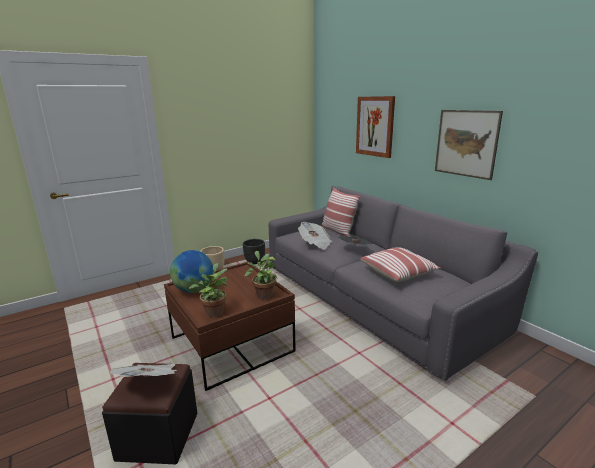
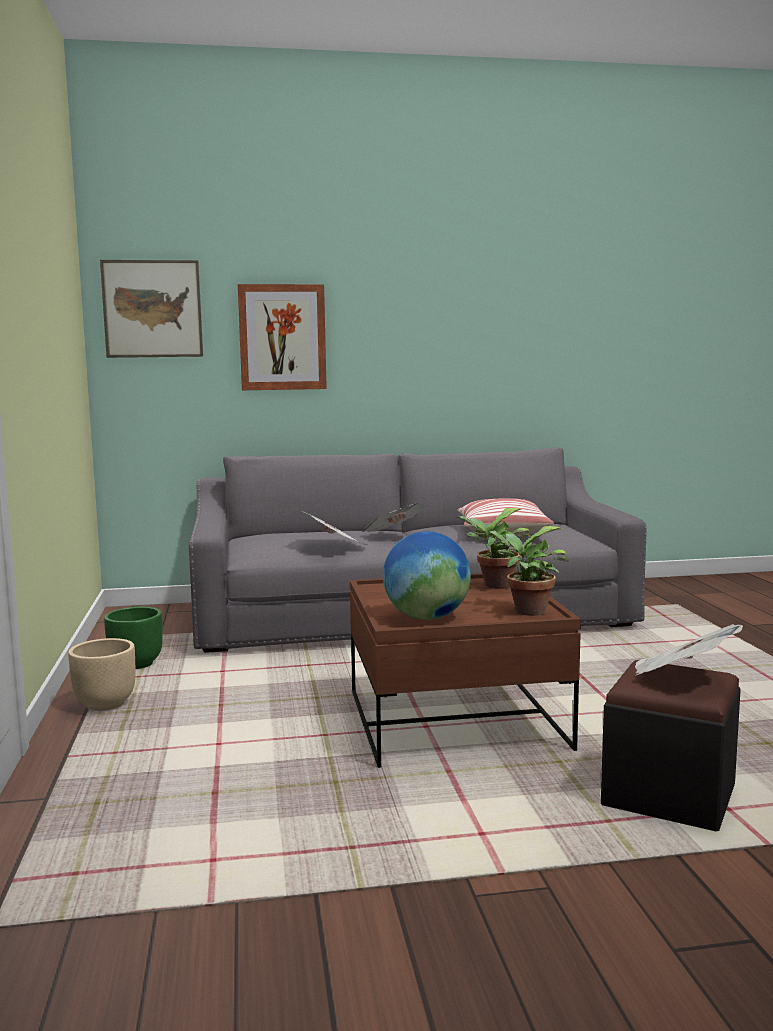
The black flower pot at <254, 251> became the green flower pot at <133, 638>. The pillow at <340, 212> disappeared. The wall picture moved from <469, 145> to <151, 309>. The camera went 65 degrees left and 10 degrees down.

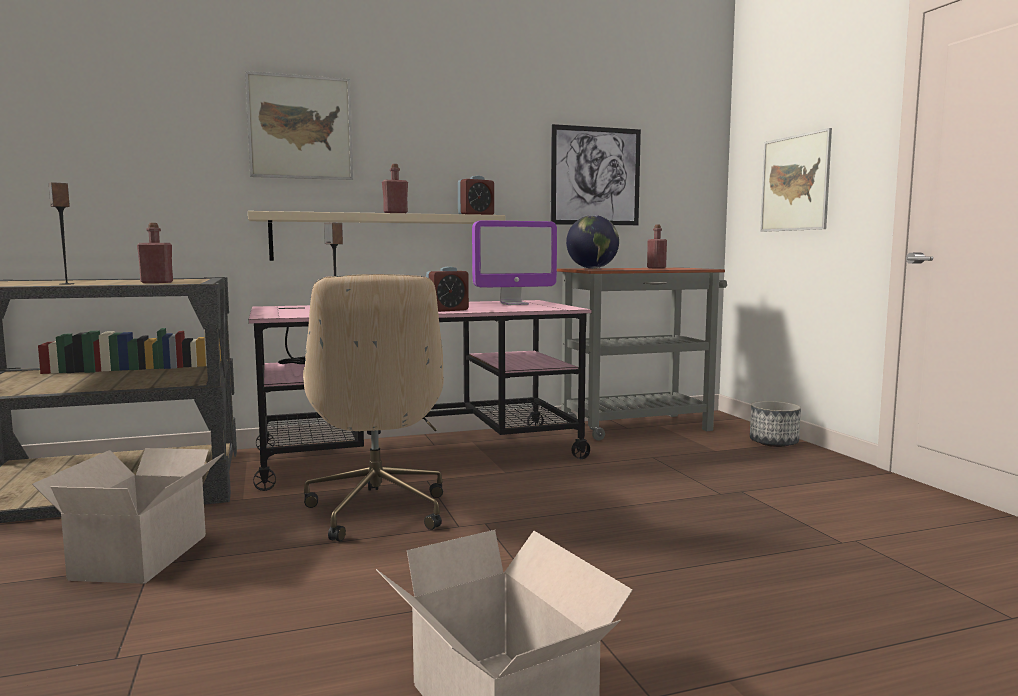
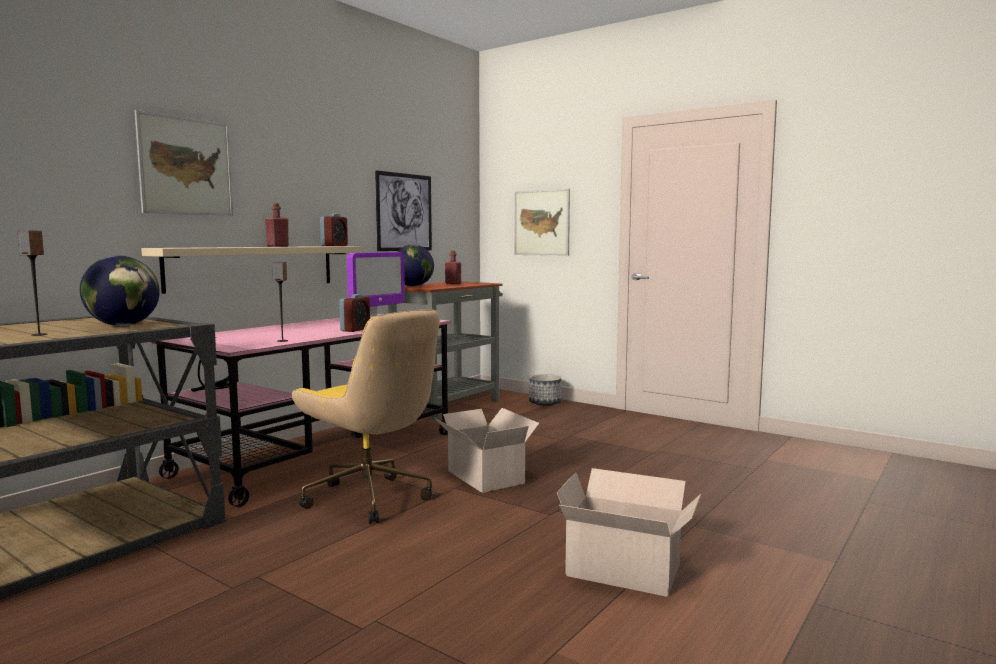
The cardboard box moved from <128, 516> to <486, 450>. The red-coloured drink bottle at <155, 253> was replaced by the desk globe at <120, 290>. The grey desk chair at <373, 407> became the yellow-coloured desk chair at <366, 417>. The camera went 35 degrees left and 0 degrees up.

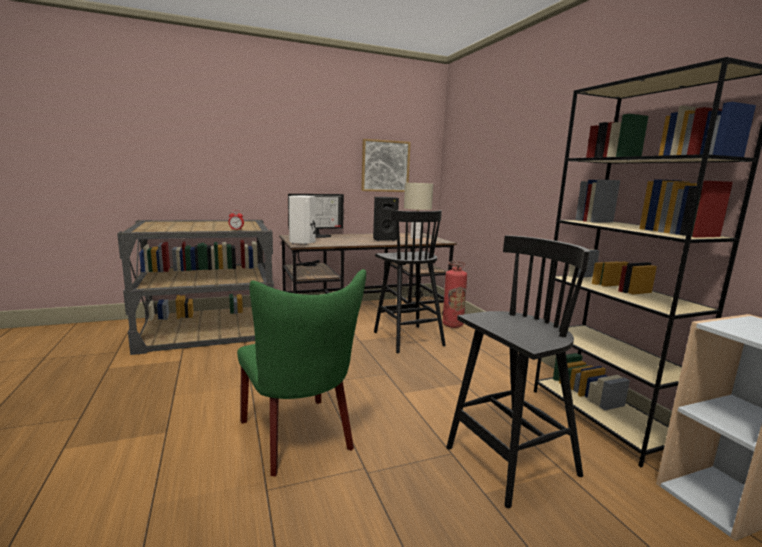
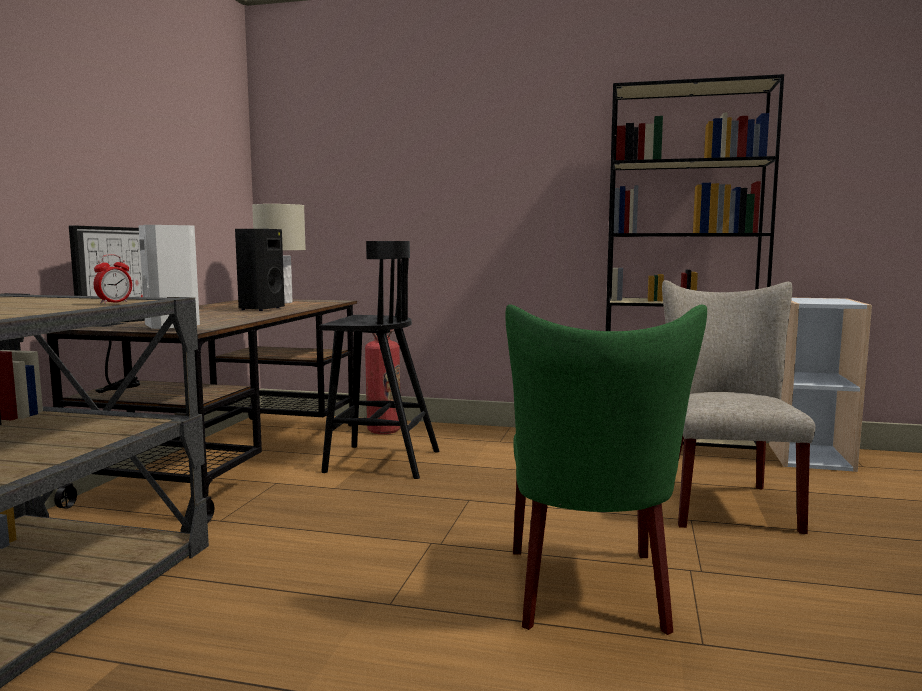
The green upright chair at <301, 373> turned 90 degrees clockwise. The wall picture at <386, 165> disappeared. The black stool at <518, 371> was replaced by the beige upright chair at <738, 407>. The camera went 55 degrees left and 5 degrees down.

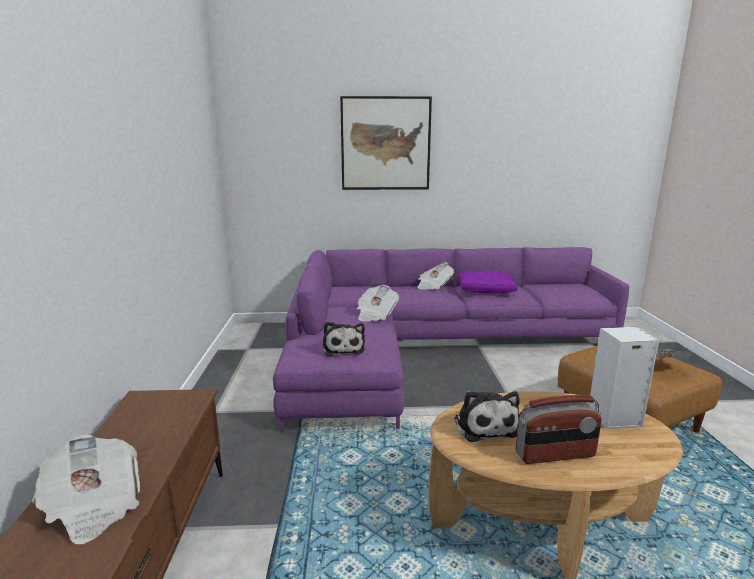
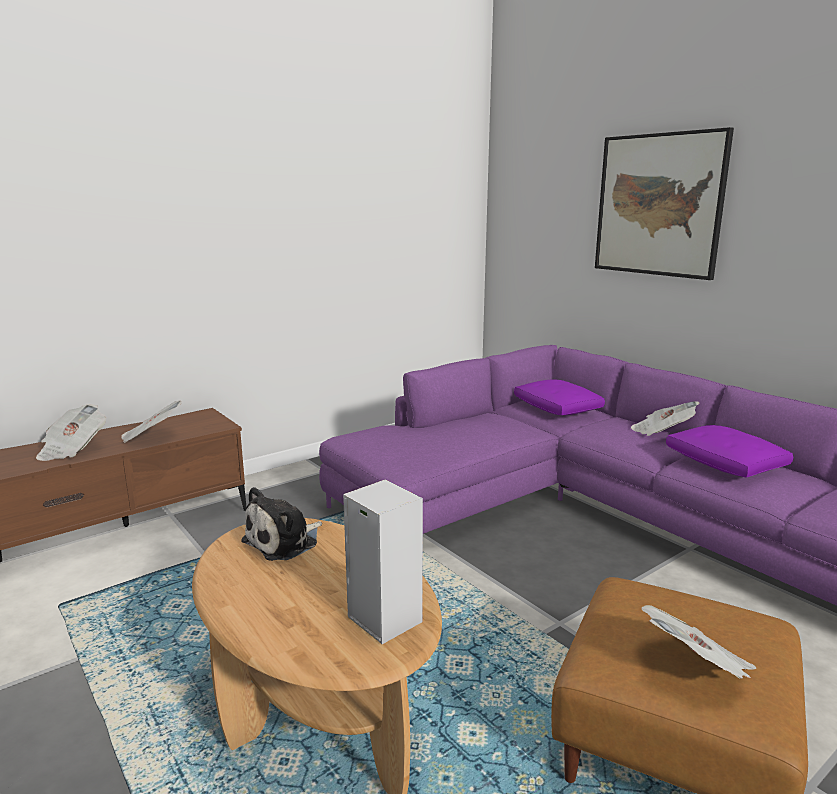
The soft toy at <344, 339> disappeared. The daily paper moved from <378, 303> to <152, 421>. The radio set at <559, 429> disappeared. The purplish pillow at <559, 397> appeared. The camera went 55 degrees right and 0 degrees up.

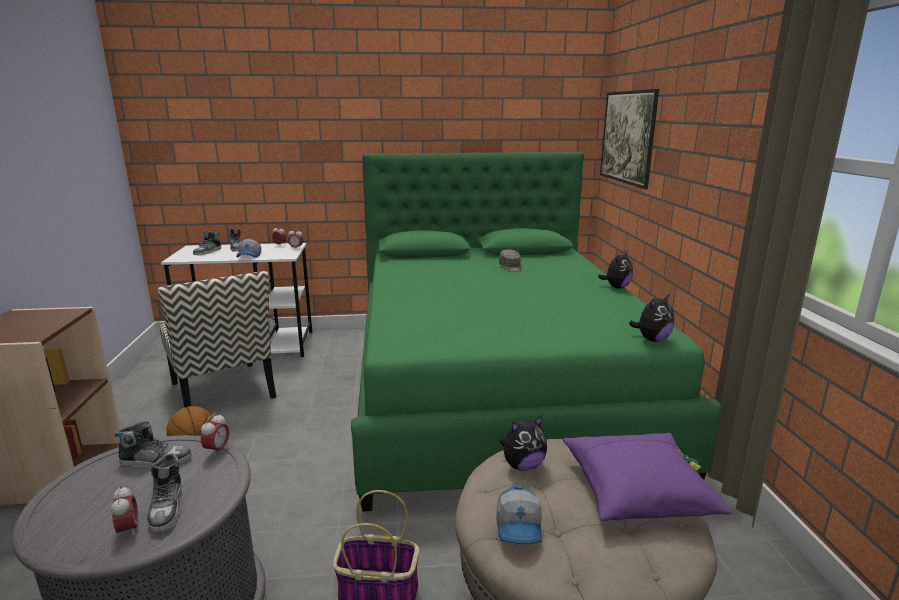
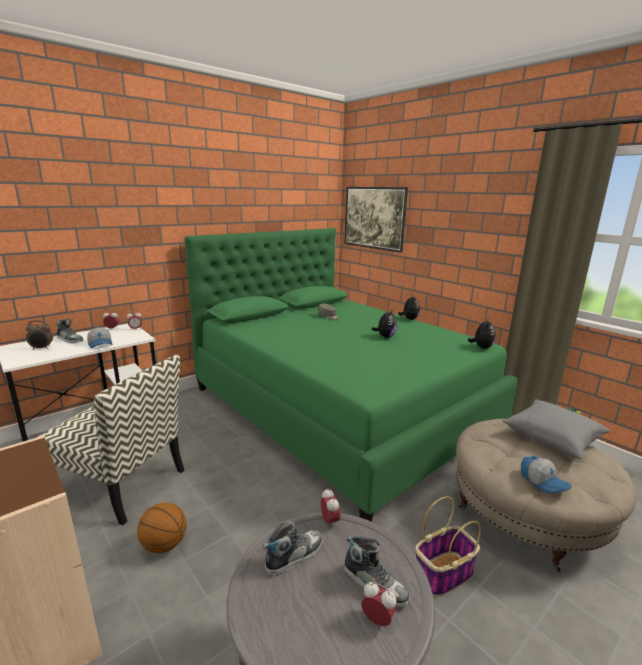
The item of footwear at <207, 243> was replaced by the bedside clock at <39, 335>. The soft toy moved from <523, 443> to <384, 323>. The purplish pillow at <647, 477> became the grey pillow at <556, 429>. The camera went 35 degrees left and 0 degrees up.

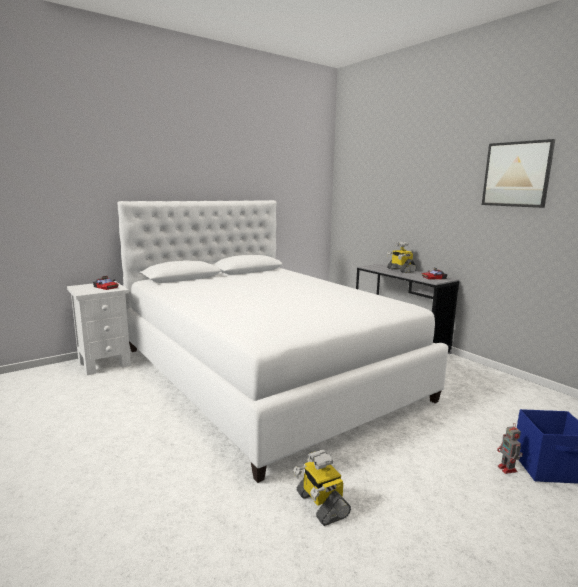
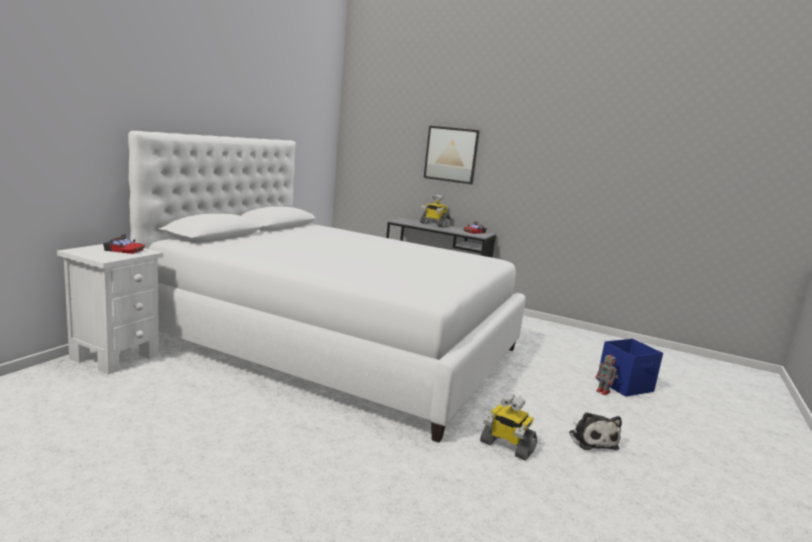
The wall picture moved from <518, 173> to <452, 155>. The soft toy at <595, 431> appeared. The camera went 30 degrees left and 0 degrees up.

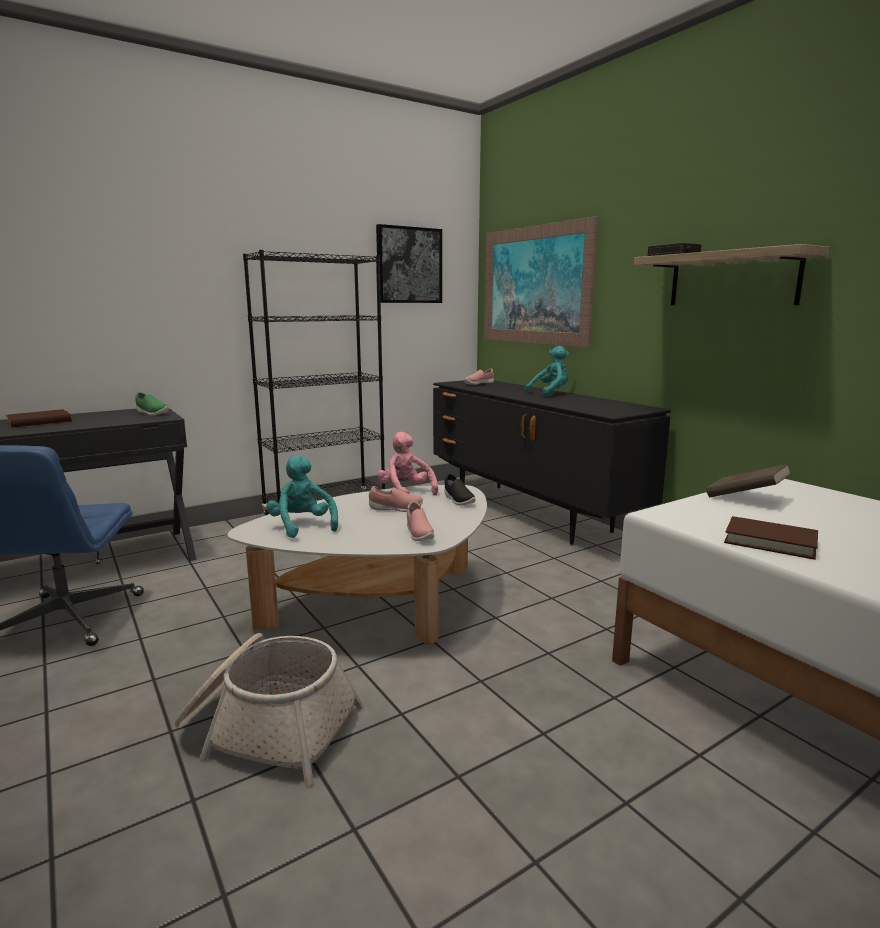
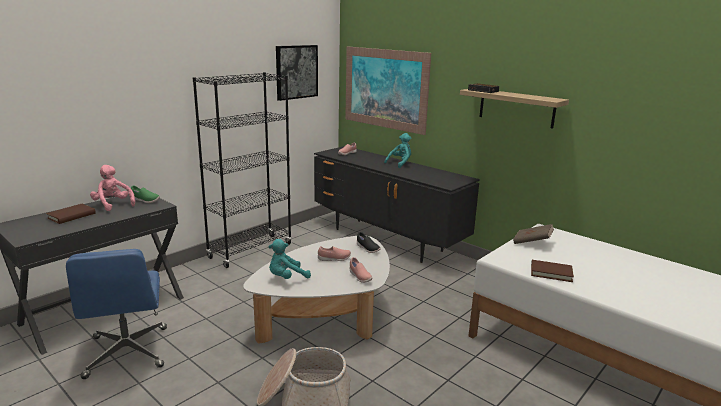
The turquoise soft toy at <302, 496> turned 75 degrees counterclockwise. The pink soft toy moved from <407, 464> to <112, 188>. The camera went 15 degrees left and 5 degrees up.

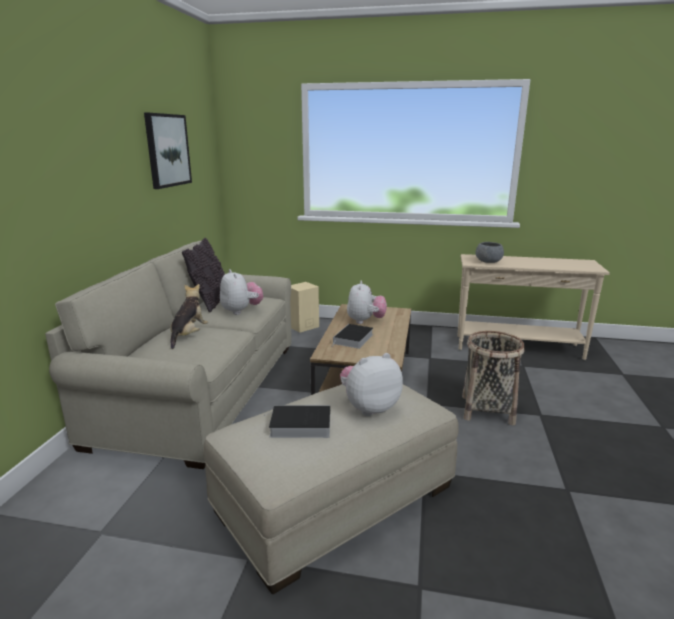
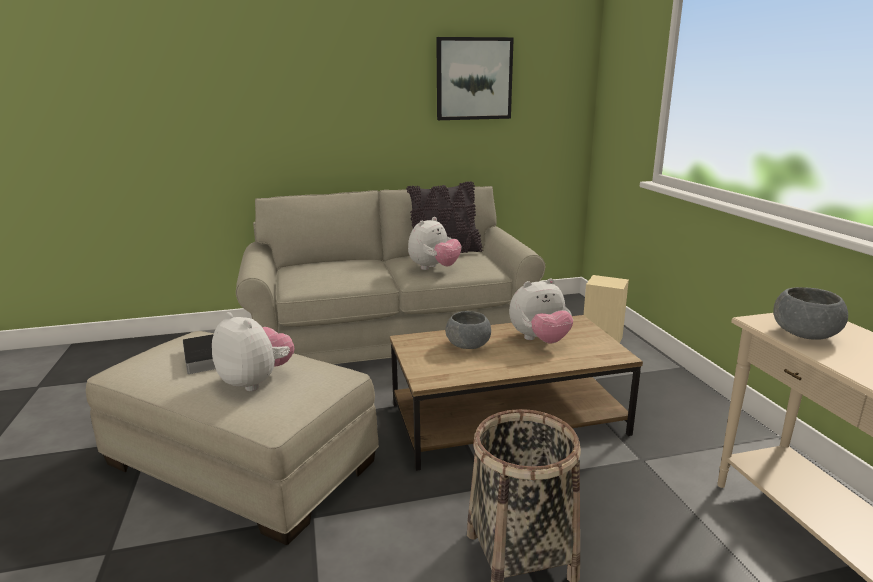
The soft toy at <189, 316> disappeared. The book at <352, 336> was replaced by the grey serving bowl at <468, 330>. The camera went 65 degrees right and 0 degrees up.

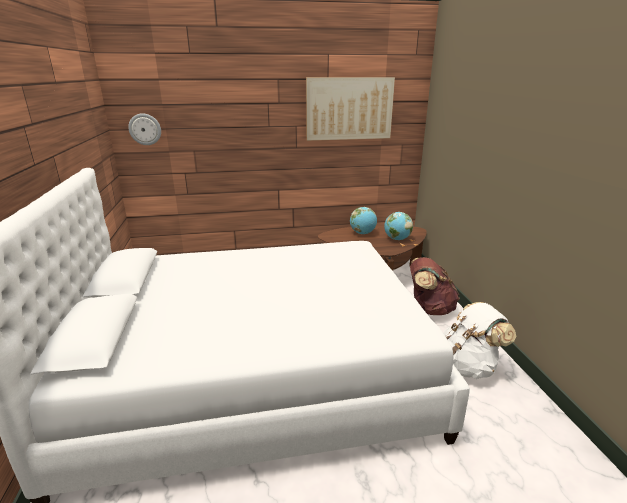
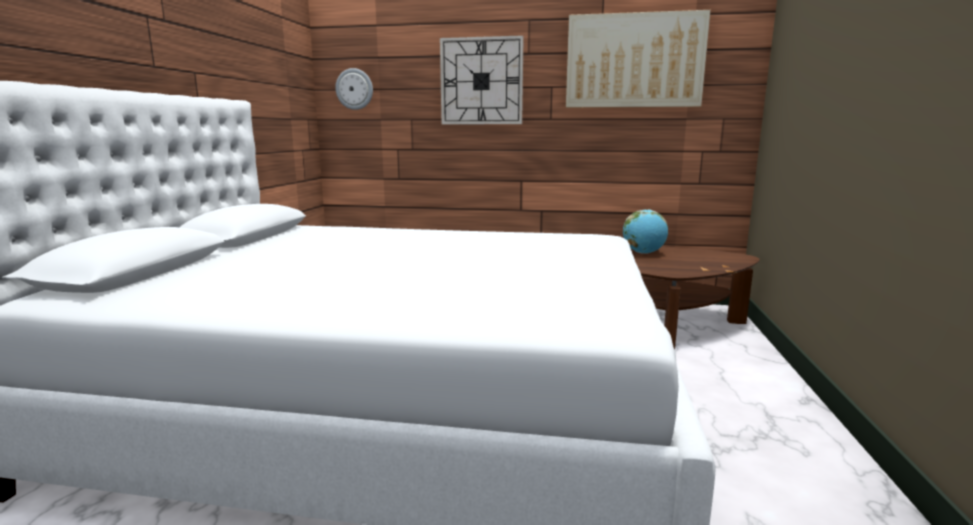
The desk globe at <398, 226> disappeared. The brown knapsack at <435, 286> disappeared. The white knapsack at <480, 340> disappeared. The hanging clock at <482, 79> appeared. The camera went 20 degrees right and 10 degrees down.

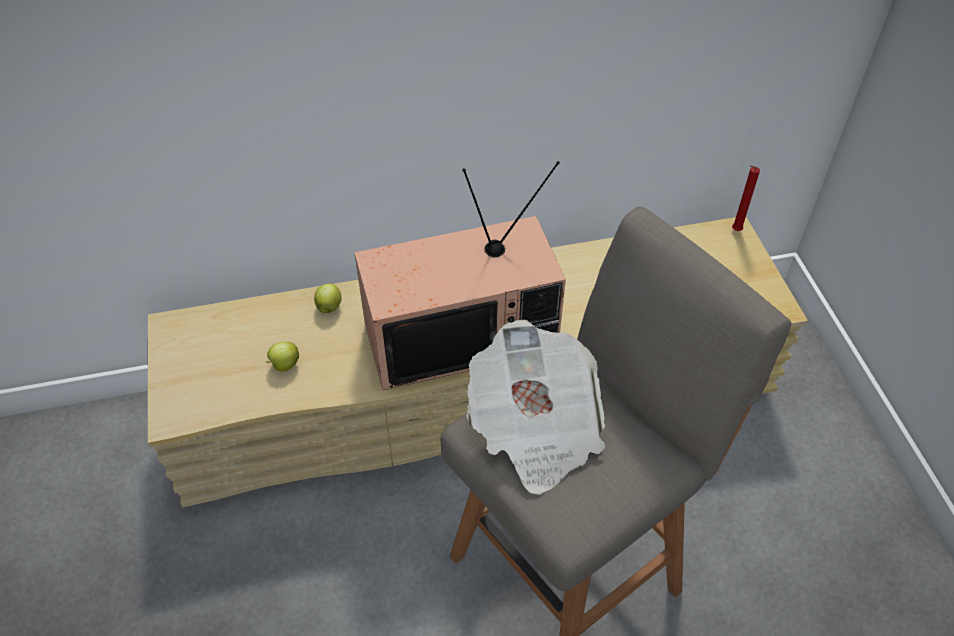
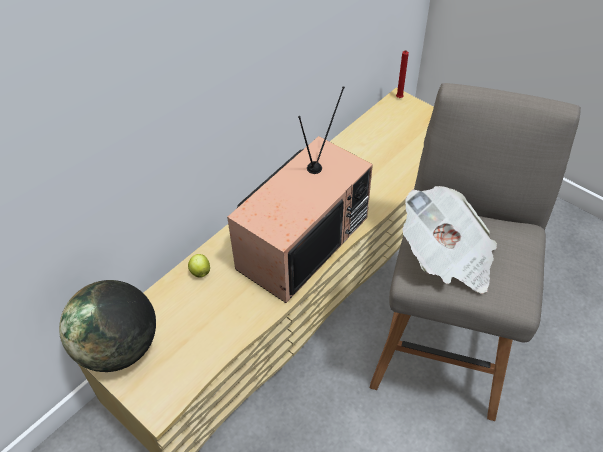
The apple at <282, 357> disappeared. The desk globe at <107, 326> appeared. The camera went 35 degrees left and 0 degrees up.

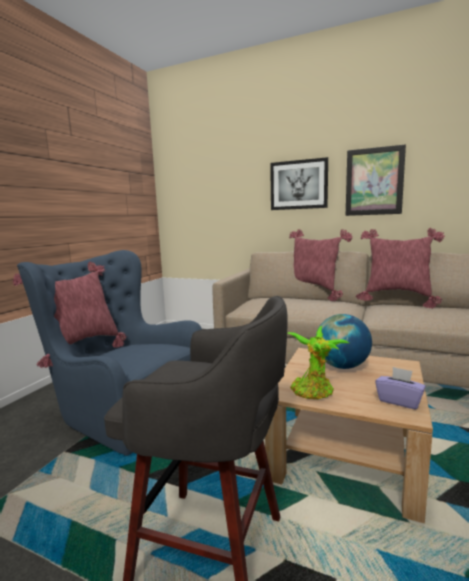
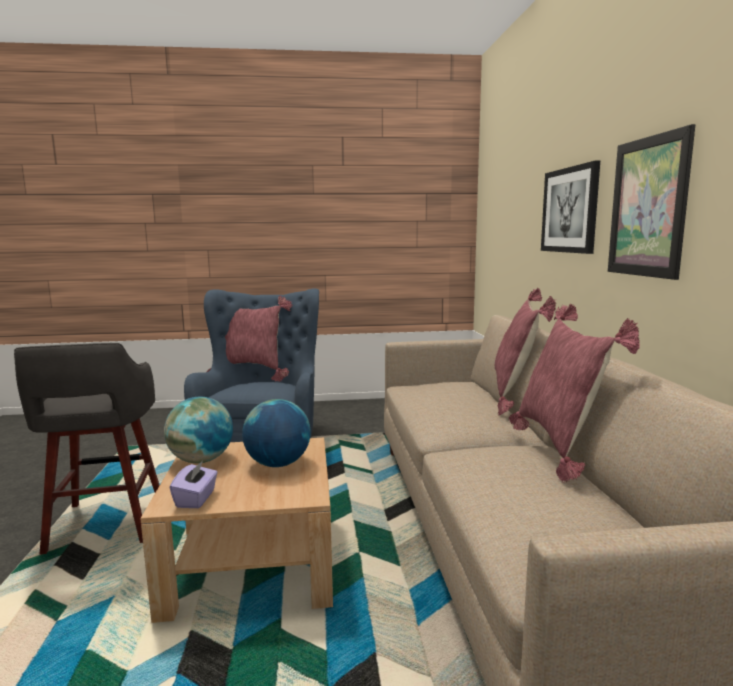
The plant in a pot at <318, 362> was replaced by the desk globe at <198, 430>. The camera went 60 degrees right and 0 degrees up.

